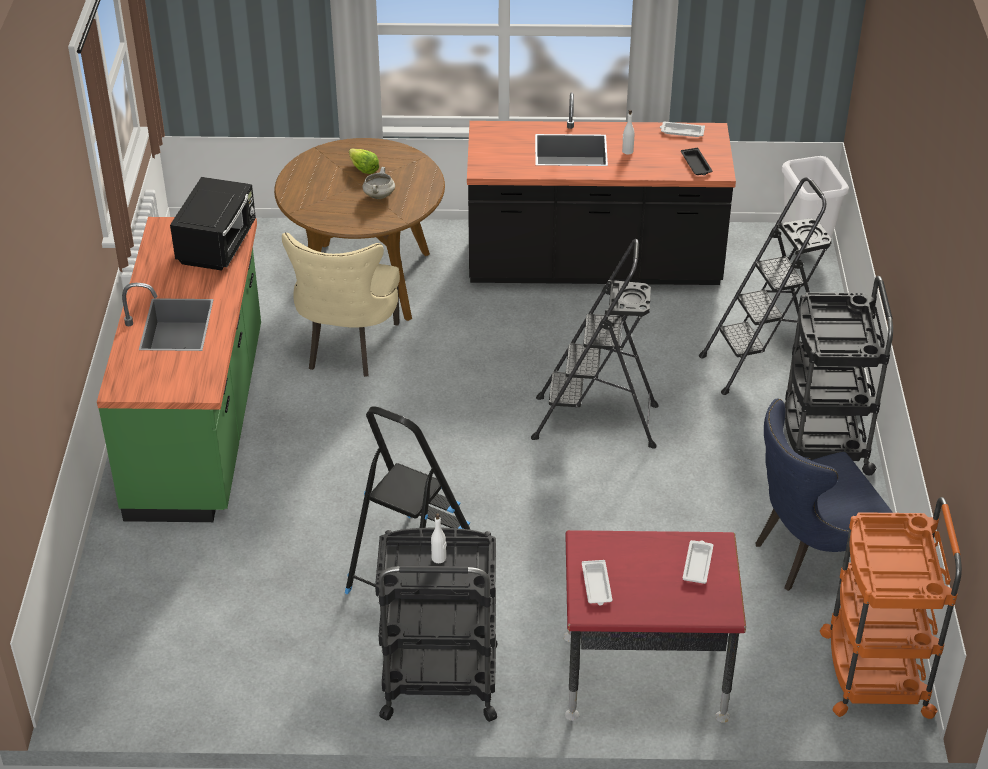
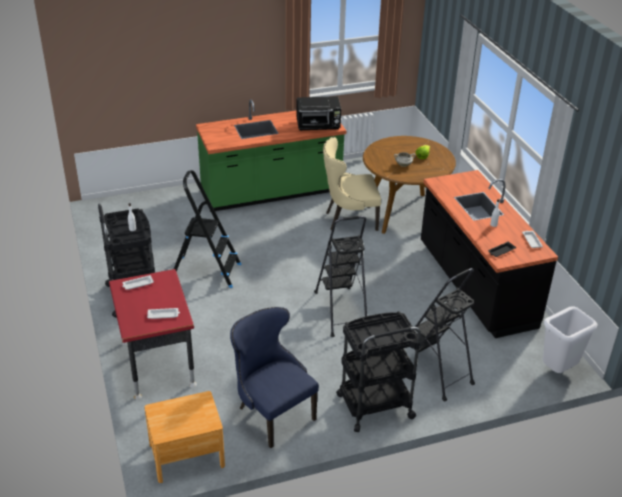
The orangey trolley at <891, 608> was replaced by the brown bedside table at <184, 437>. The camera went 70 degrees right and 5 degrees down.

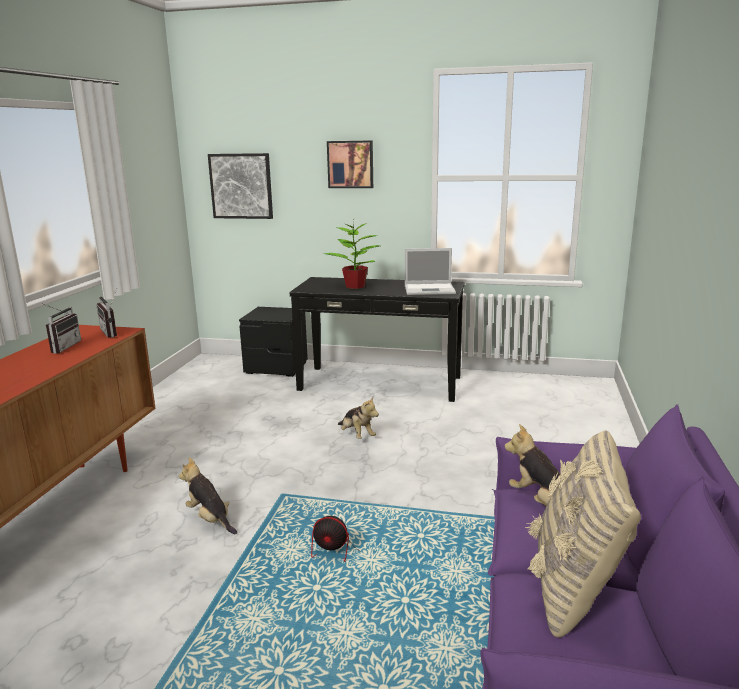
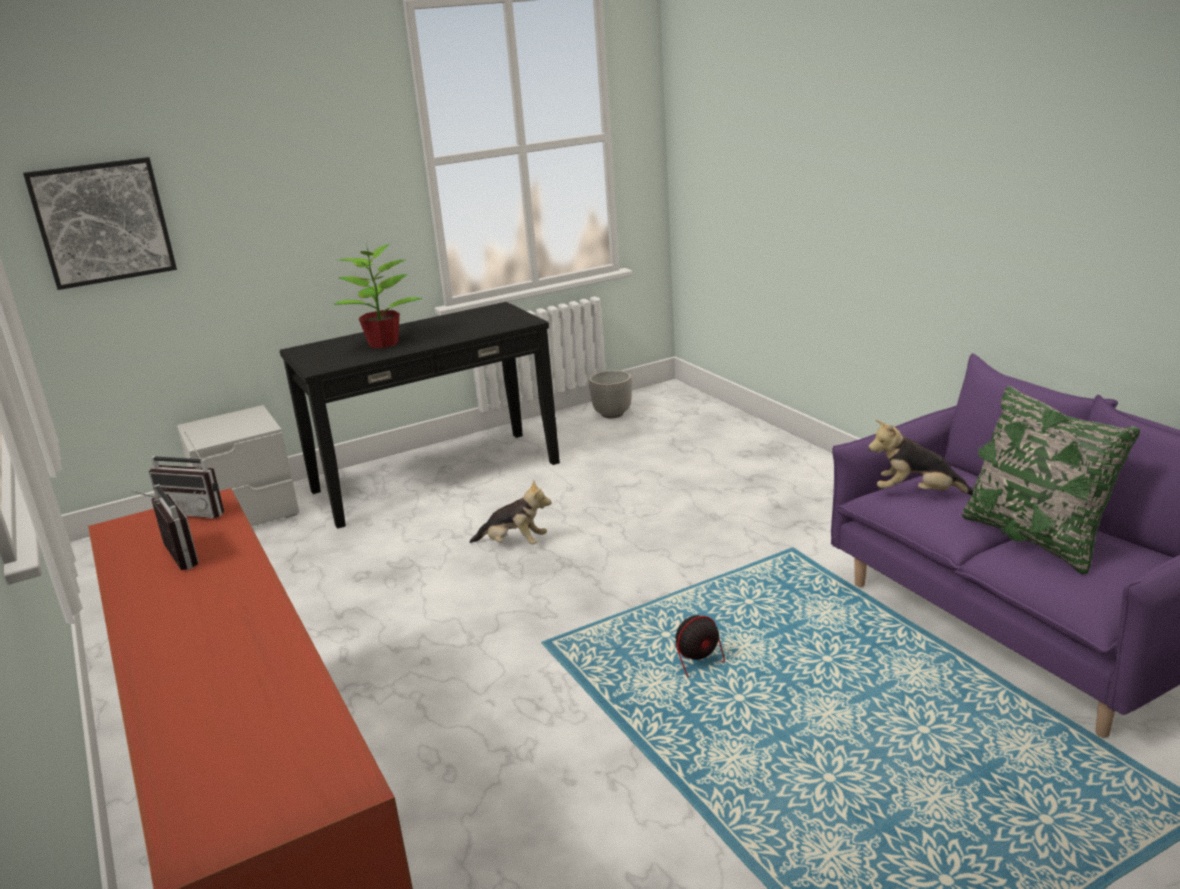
The soft toy at <208, 496> disappeared. The black bedside table at <273, 342> became the white bedside table at <238, 466>. The wall picture at <350, 164> disappeared. The notebook computer at <430, 271> disappeared. The beige pillow at <583, 534> became the green pillow at <1051, 480>. The flower pot at <610, 394> appeared. The camera went 40 degrees left and 5 degrees up.

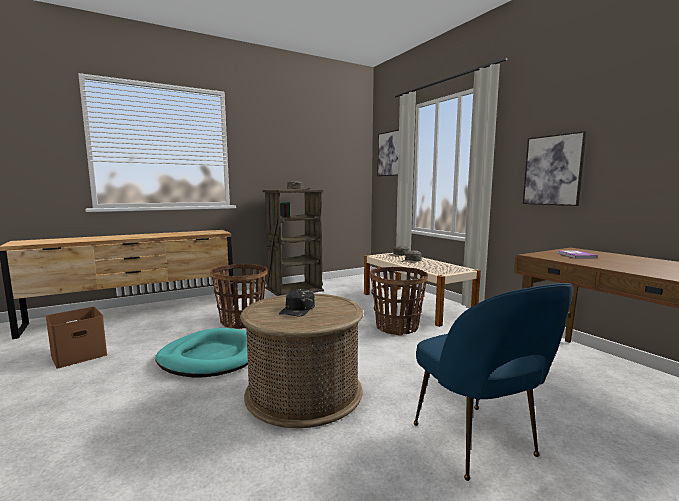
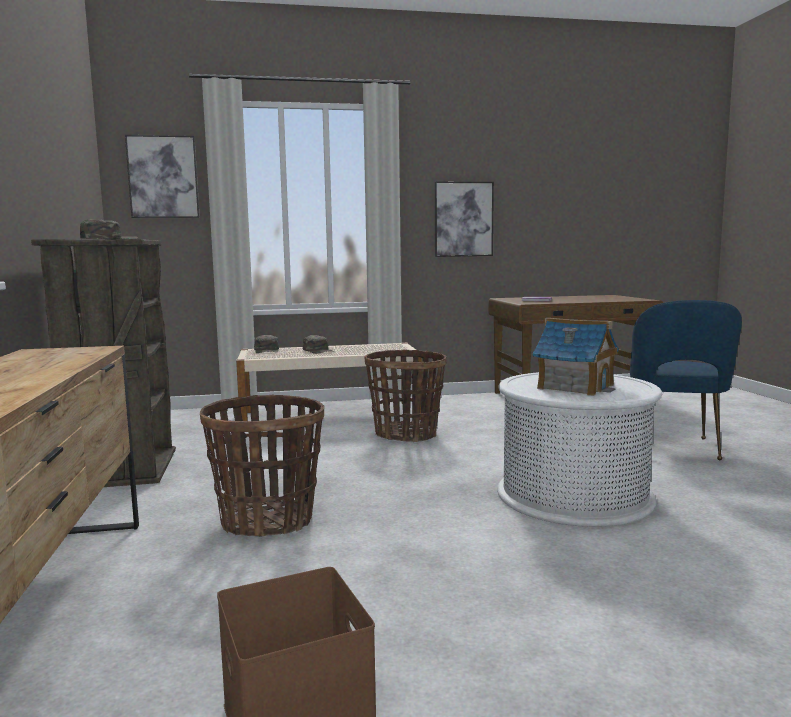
The turquoise dog cushion at <201, 352> disappeared. The brown lounge table at <301, 361> became the white lounge table at <579, 449>. The black cap at <297, 302> was replaced by the miniature house at <576, 357>. The blue-coloured upright chair at <493, 382> turned 105 degrees clockwise. The camera went 70 degrees left and 0 degrees up.

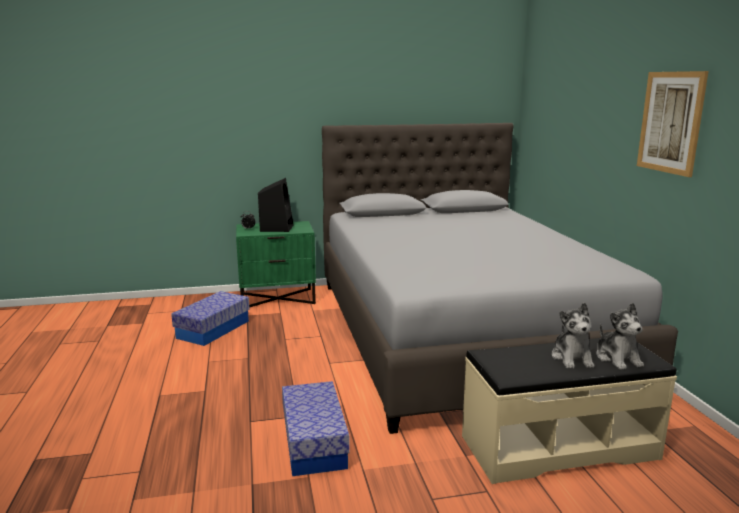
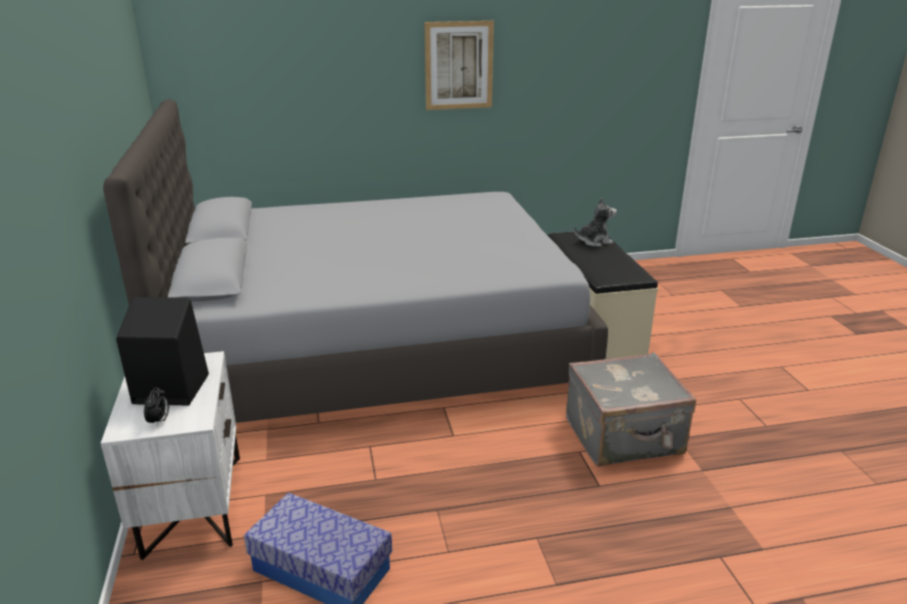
The green bedside table at <276, 264> became the white bedside table at <170, 455>. The storage box at <316, 428> was replaced by the grey piece of luggage at <631, 409>. The soft toy at <573, 335> disappeared. The camera went 90 degrees left and 10 degrees up.

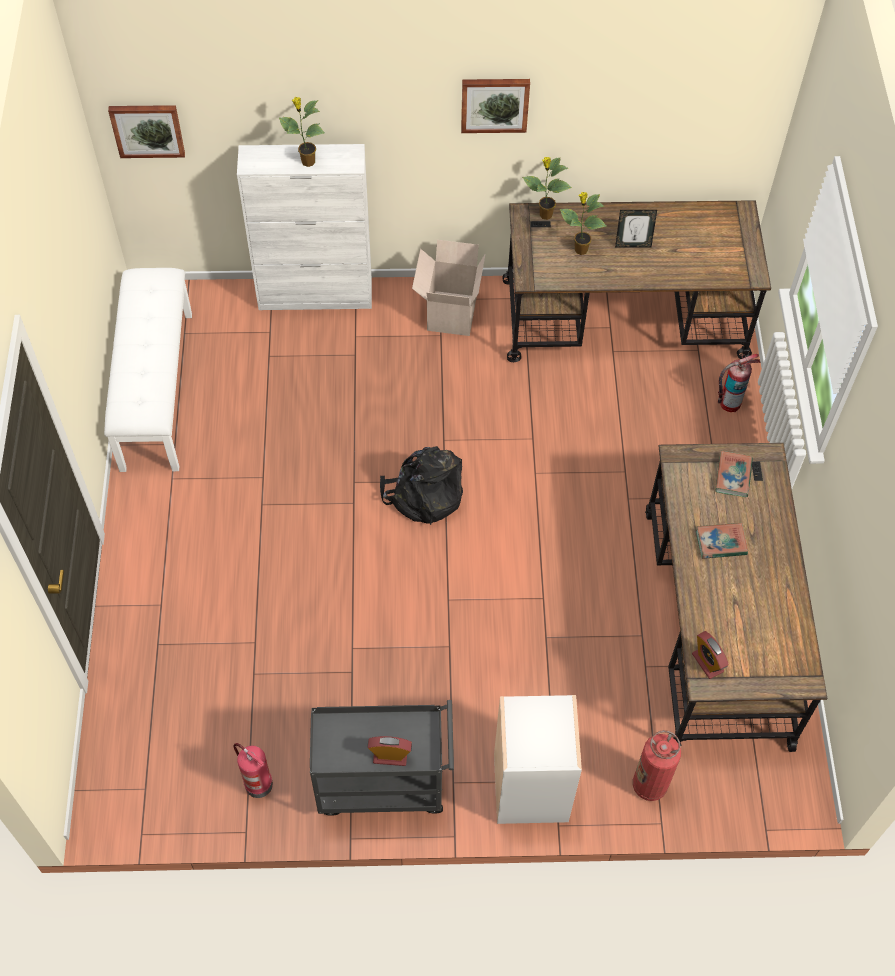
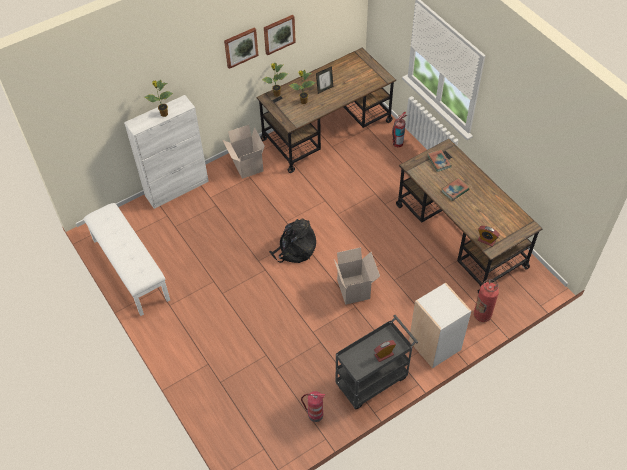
The wall picture moved from <146, 131> to <280, 35>. The cardboard box at <357, 276> appeared. The camera went 30 degrees left and 5 degrees down.

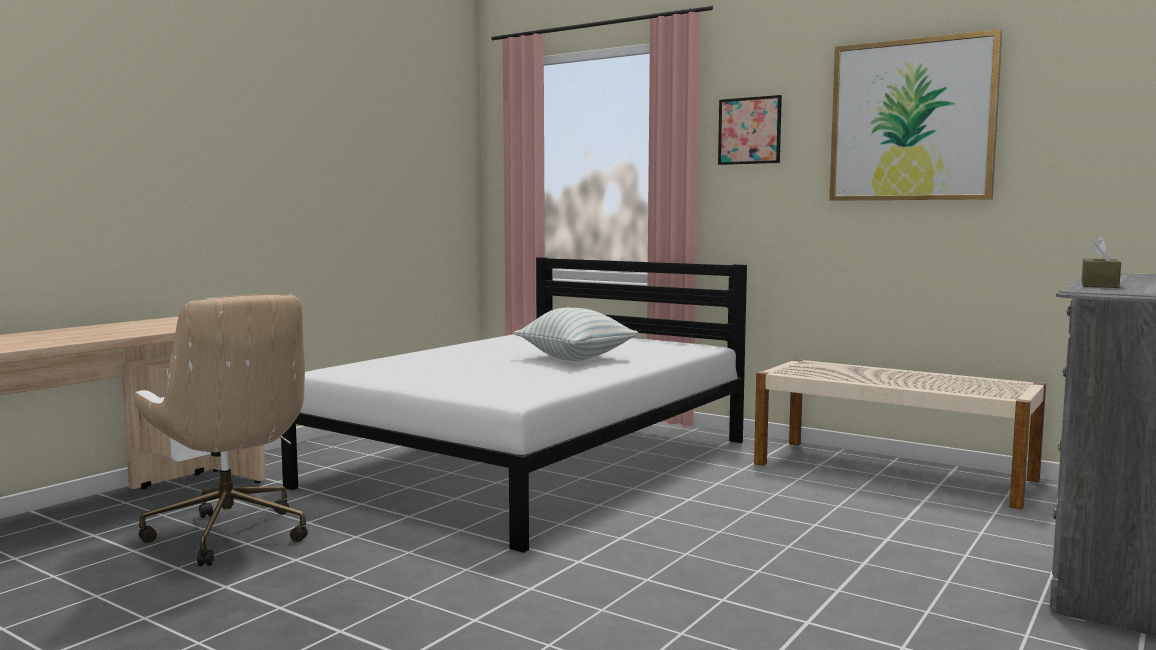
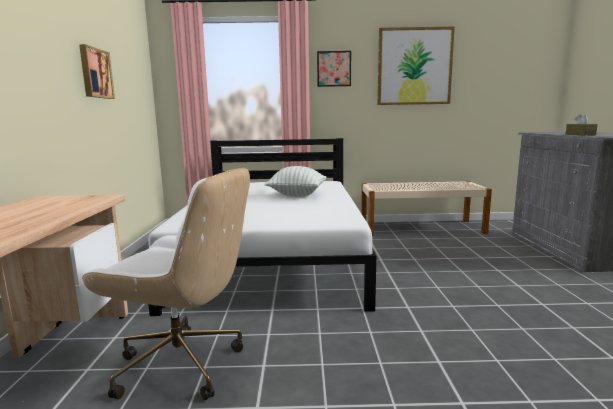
The wall picture at <97, 71> appeared. The camera went 35 degrees left and 5 degrees up.

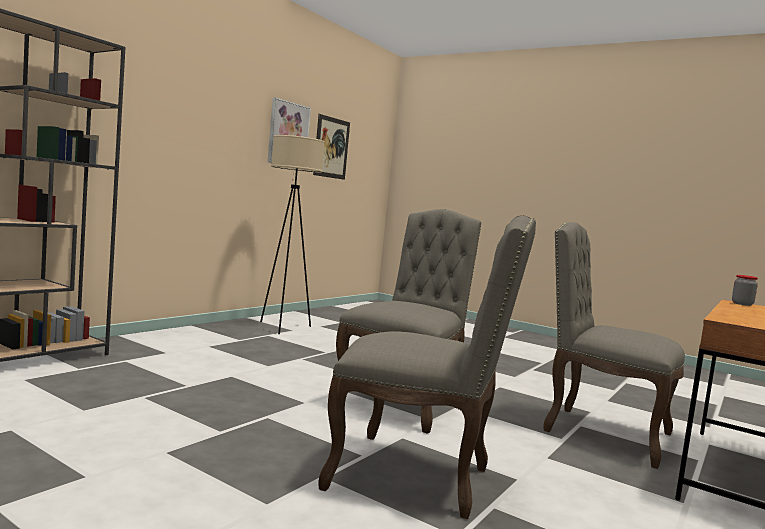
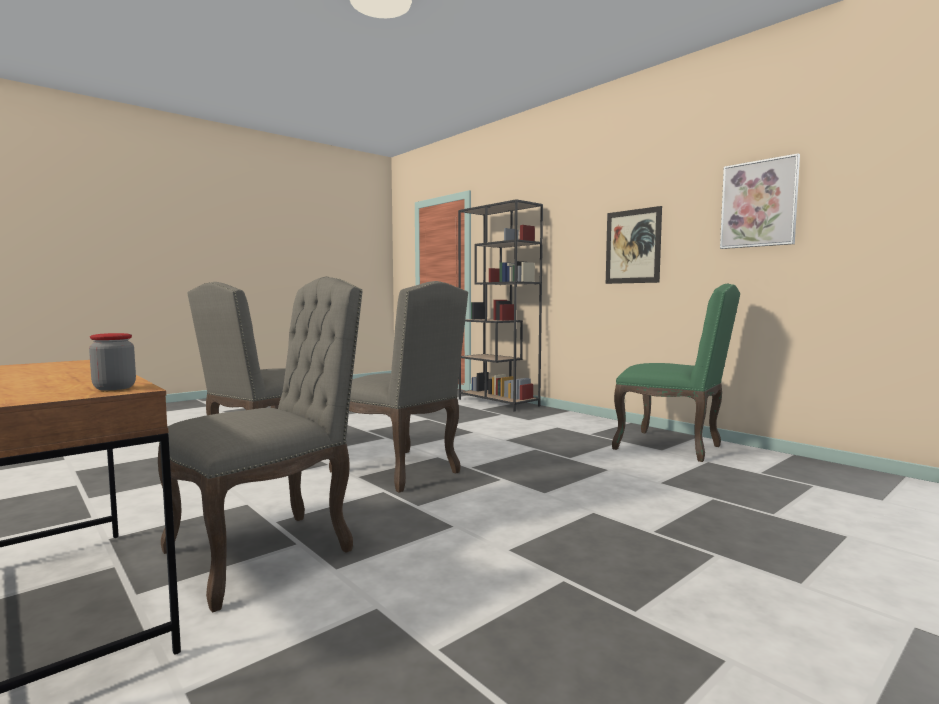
The beige floor lamp at <292, 234> was replaced by the green upright chair at <676, 373>. The wall picture moved from <331, 147> to <634, 245>. The camera went 105 degrees right and 0 degrees up.

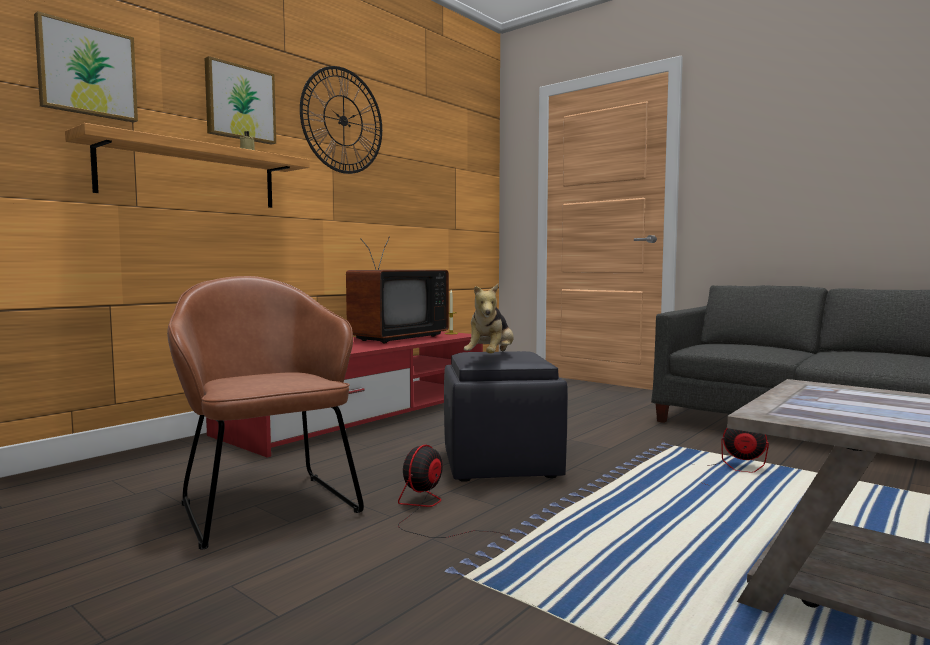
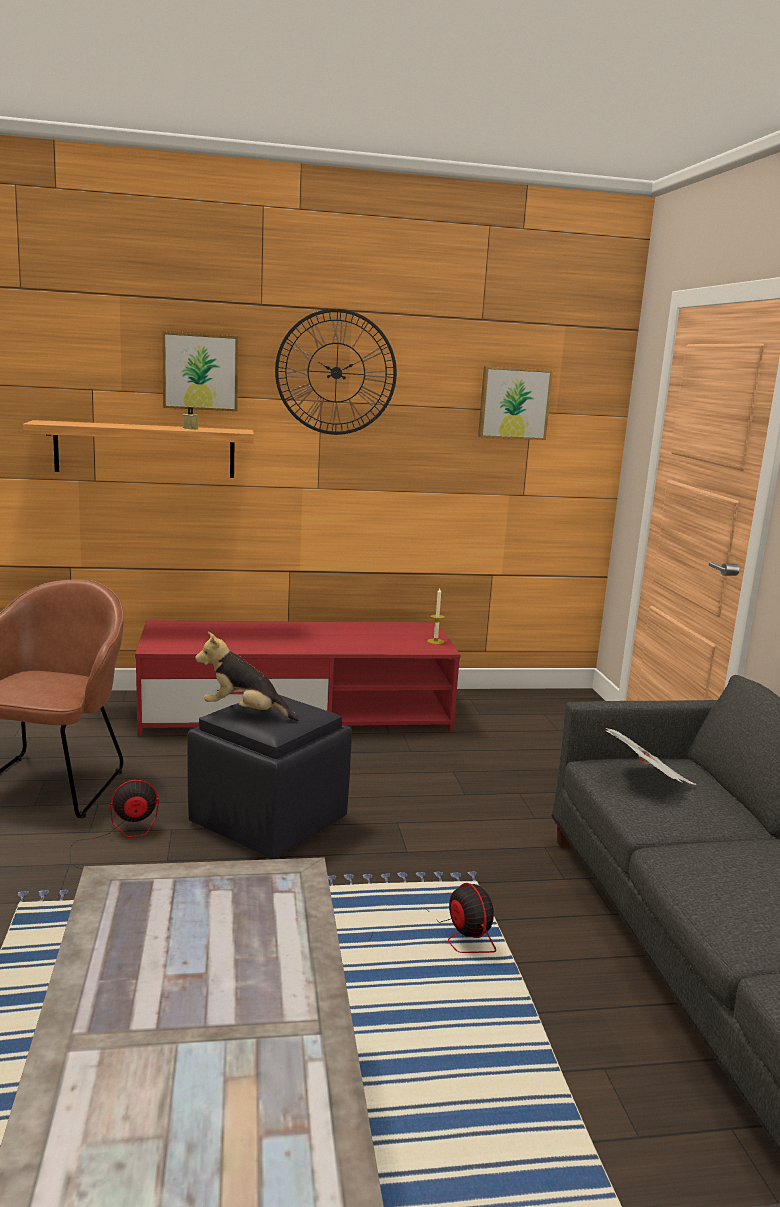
The wall picture moved from <86, 67> to <515, 403>. The television at <397, 290> disappeared. The soft toy at <489, 319> turned 45 degrees clockwise. The daily paper at <650, 756> appeared. The camera went 40 degrees right and 10 degrees up.

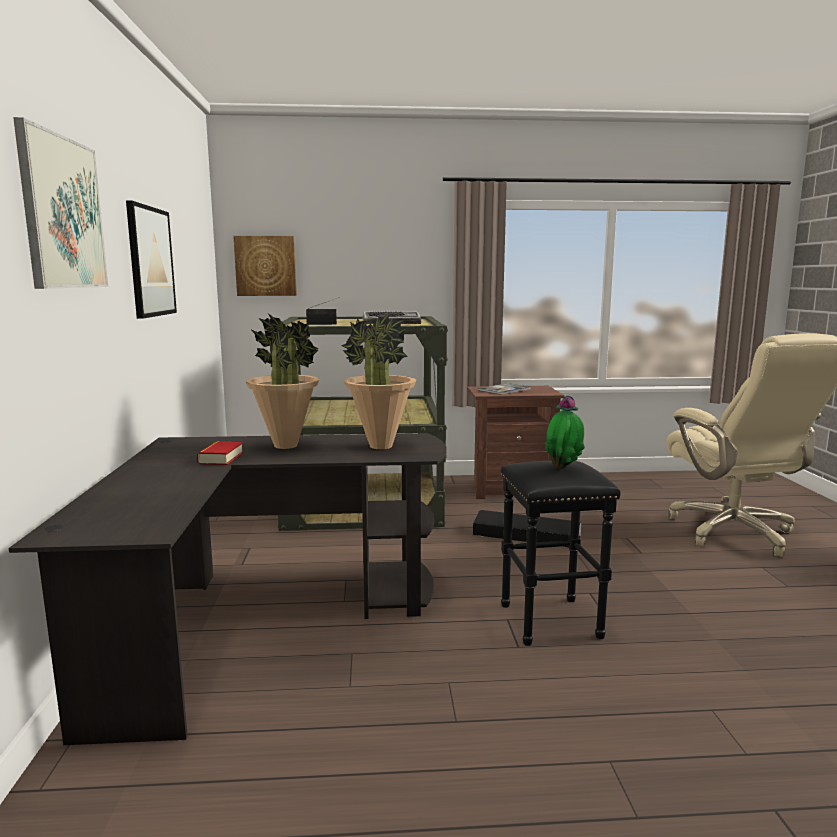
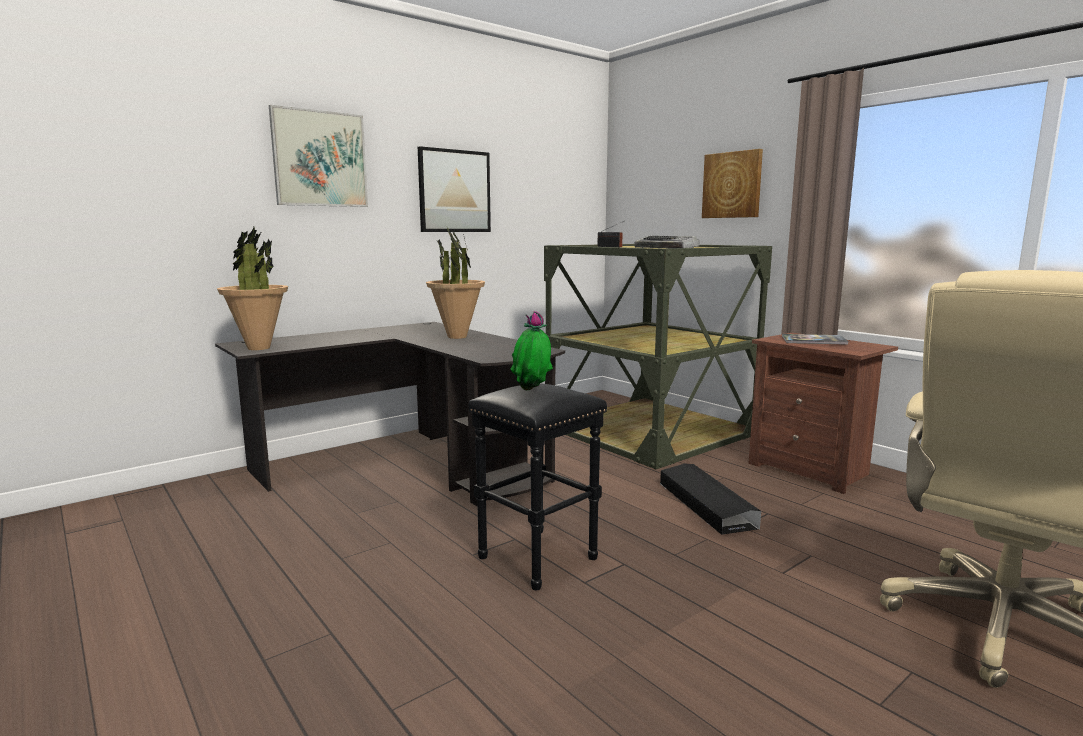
The book at <220, 453> disappeared. The wall picture moved from <265, 266> to <732, 183>. The plant in a pot moved from <378, 381> to <252, 288>. The camera went 55 degrees right and 0 degrees up.

